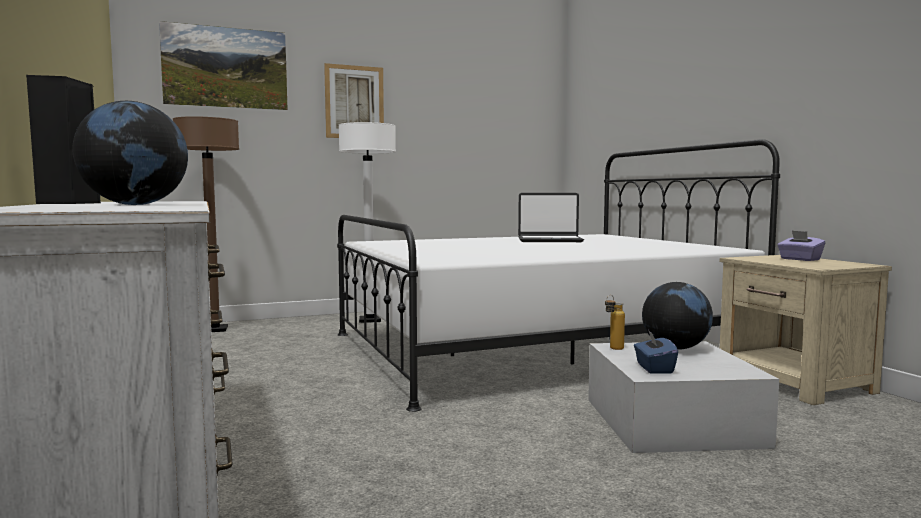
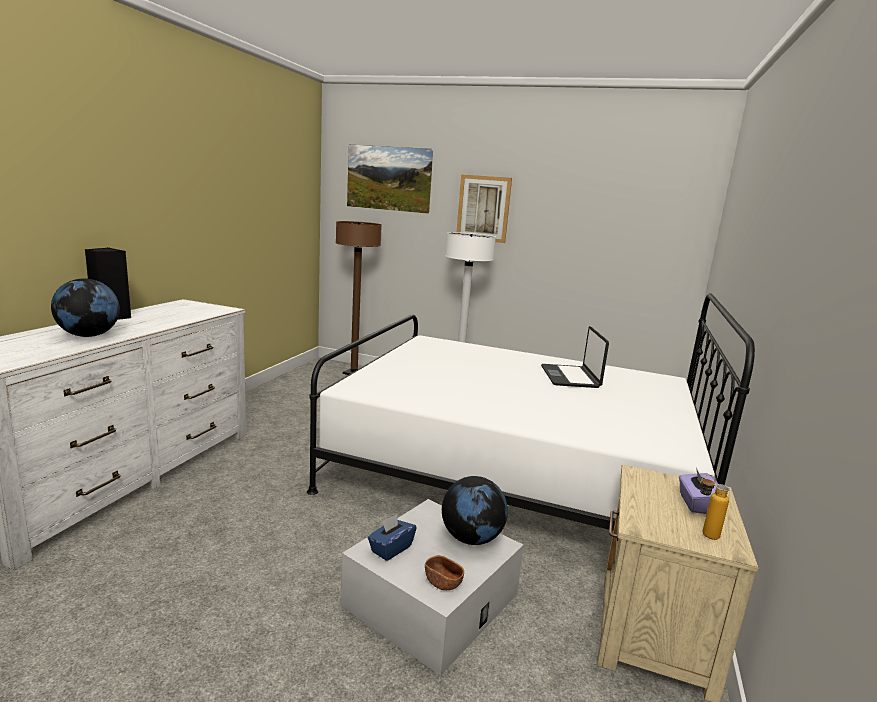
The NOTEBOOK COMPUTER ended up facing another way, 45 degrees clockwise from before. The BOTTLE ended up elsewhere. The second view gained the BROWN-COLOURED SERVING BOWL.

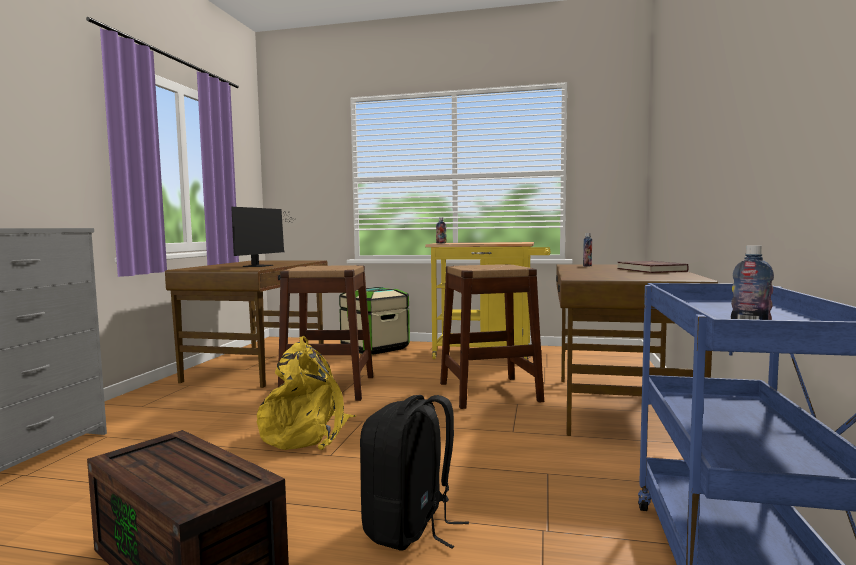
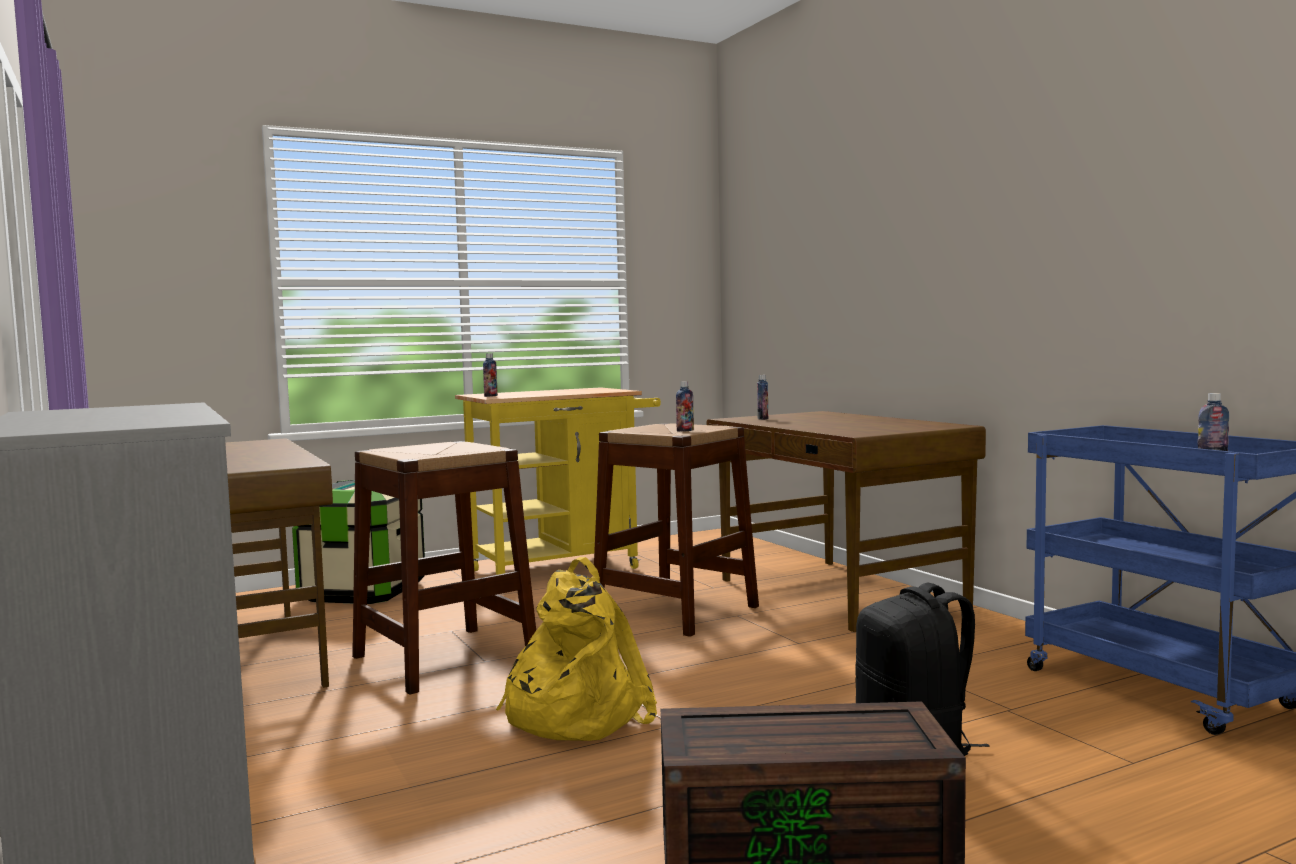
The second view lost the COMPUTER SCREEN. The second view lost the REDDISH VOLUME. The second view gained the BOTTLE (no. 2 from left).

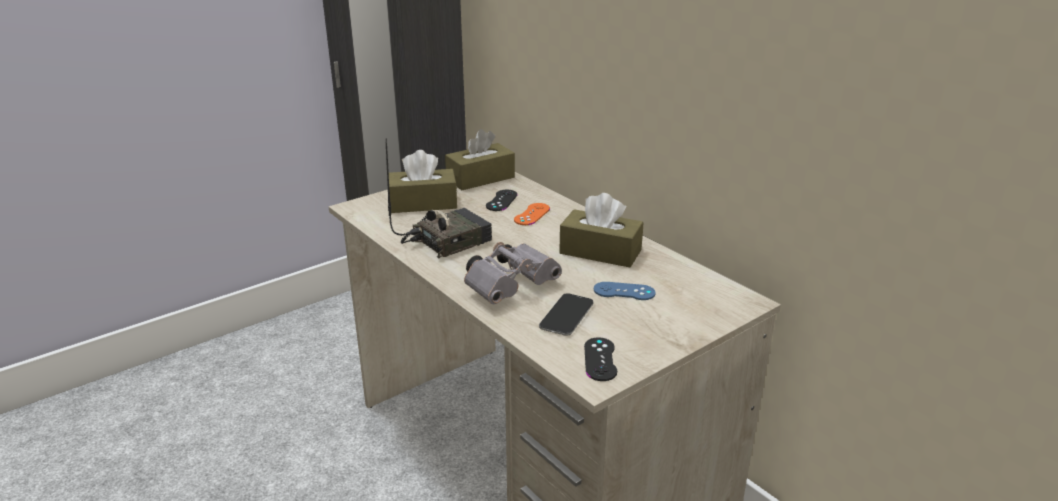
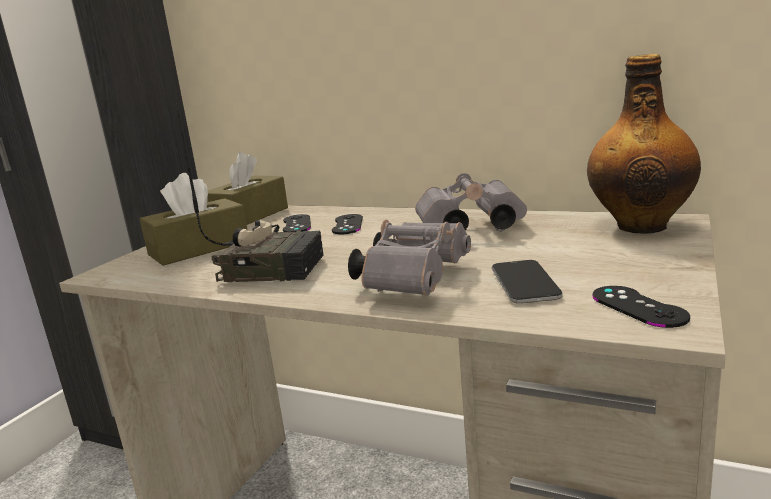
The RADIO RECEIVER ended up facing another way, 75 degrees clockwise from before. Where the BROWN-COLOURED BOX OF TISSUES (no. 3 from left) stood, the GRAY FIELD GLASSES (no. 2 from left) came to stand. What was the ORANGE-COLOURED GAMEPAD turned into the BLACKISH GAMEPAD (no. 2 from left). The second view lost the BLUE GAMEPAD. The second view gained the BOTTLE.

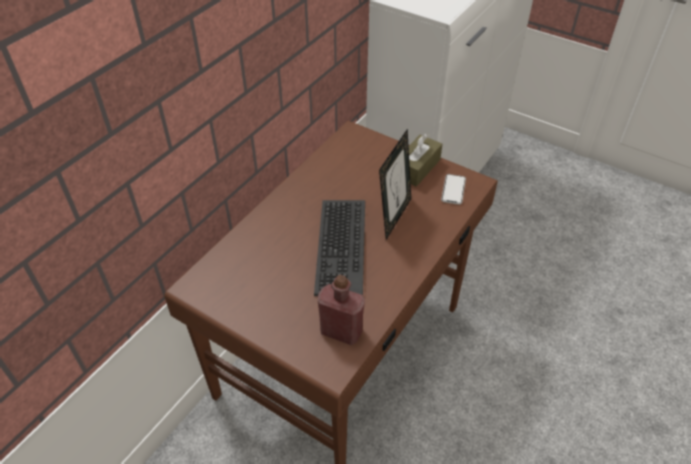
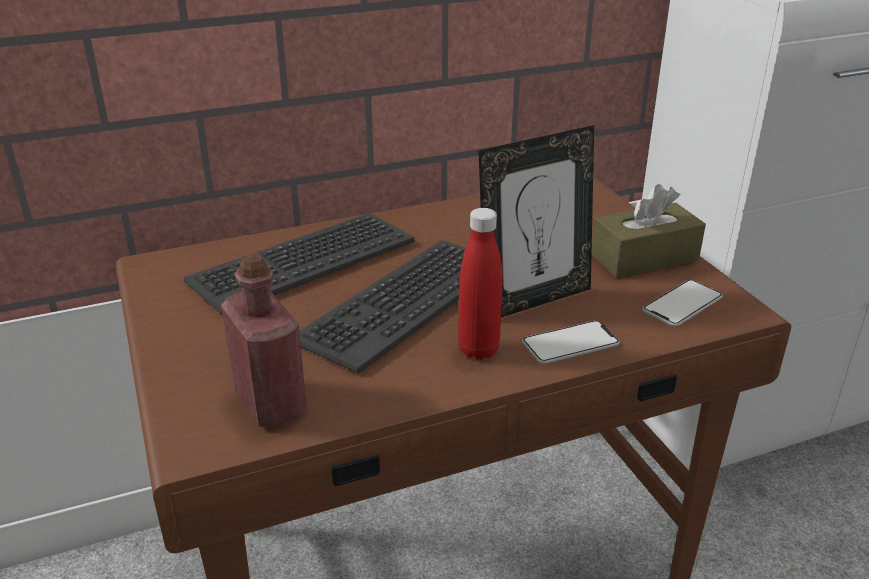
The second view gained the REDDISH BOTTLE (no. 2 from left). The second view gained the PC KEYBOARD (no. 1 from left). The second view gained the HANDSET (no. 1 from left).

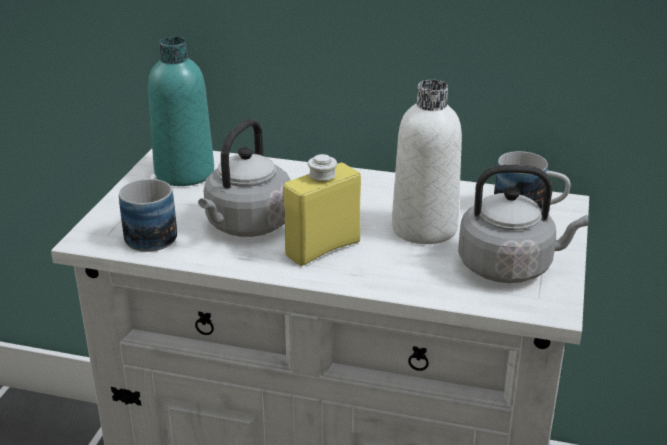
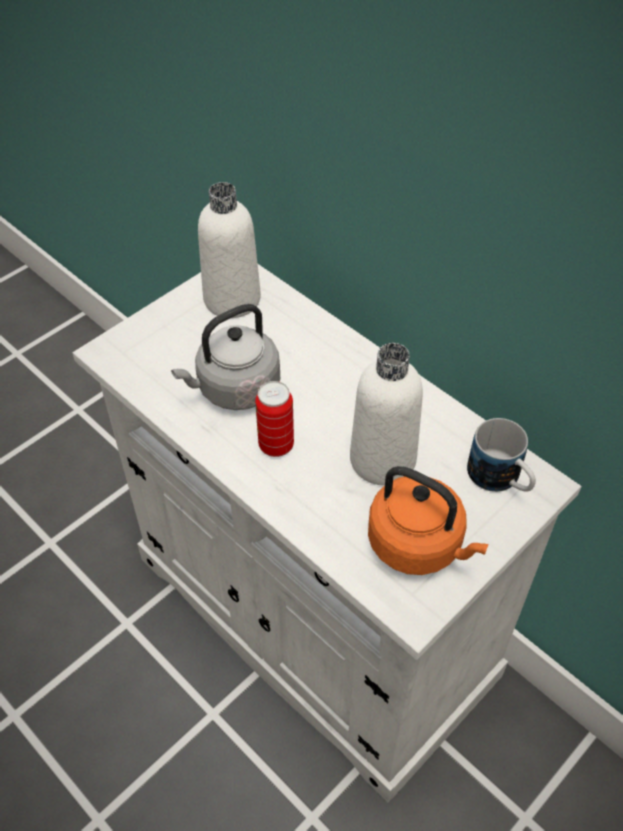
What was the TURQUOISE BOTTLE turned into the WHITE-COLOURED BOTTLE (no. 1 from left). Where the YELLOW-COLOURED BOTTLE stood, the METAL CAN came to stand. What was the GRAY WATER KETTLE (no. 2 from left) turned into the ORANGE-COLOURED WATER KETTLE. The second view lost the MUG (no. 1 from left).

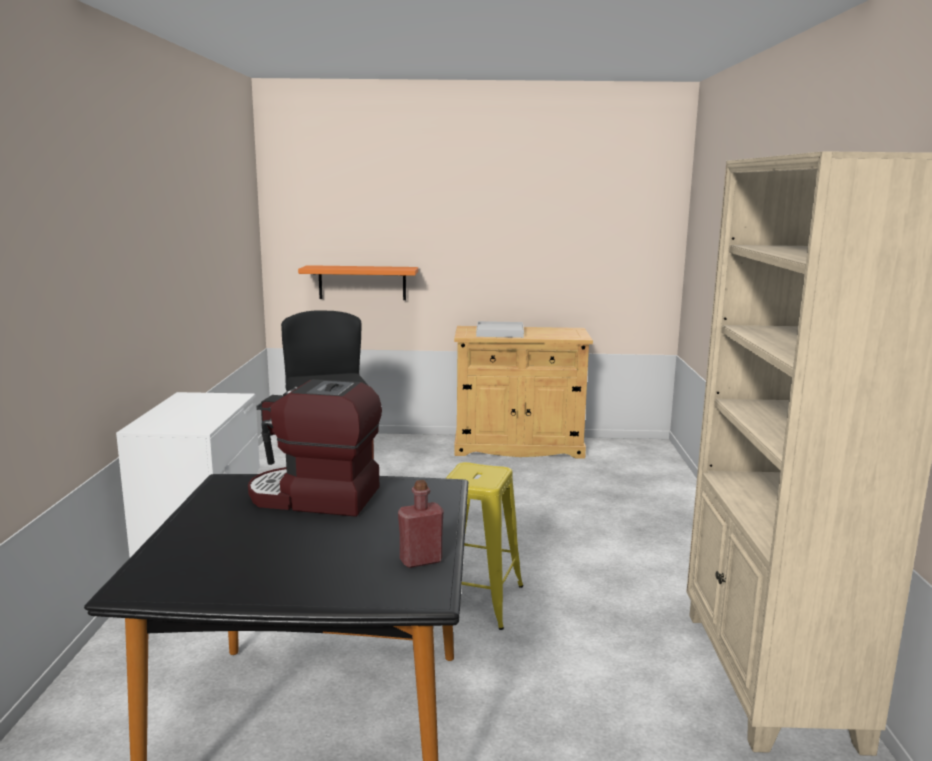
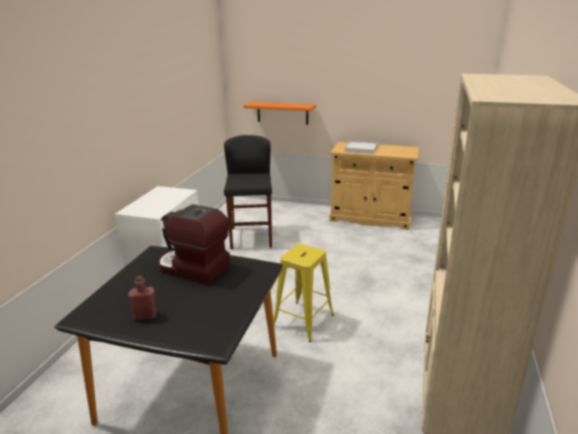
The REDDISH BOTTLE ended up elsewhere.

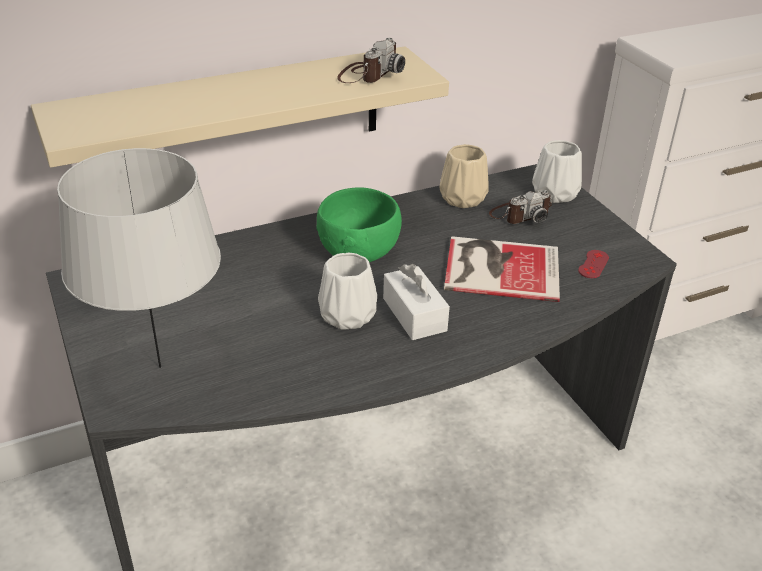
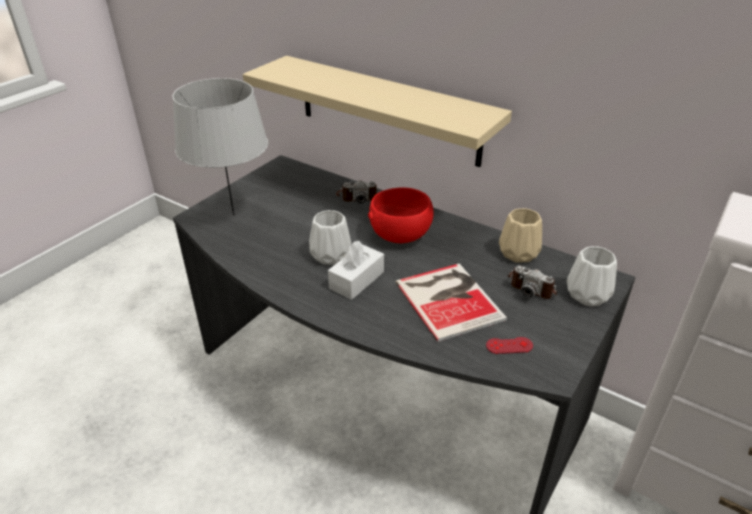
The PHOTO CAMERA (no. 1 from left) ended up elsewhere. What was the GREEN-COLOURED SERVING BOWL turned into the REDDISH SERVING BOWL.

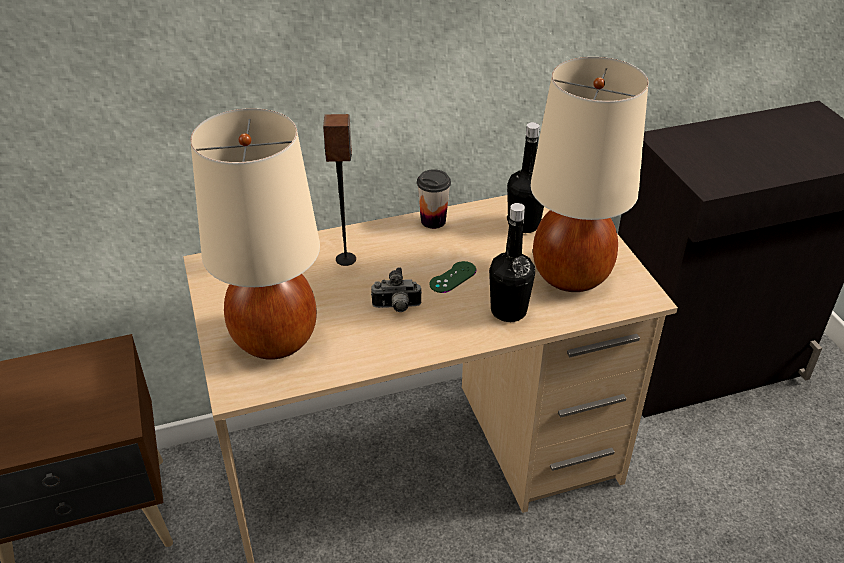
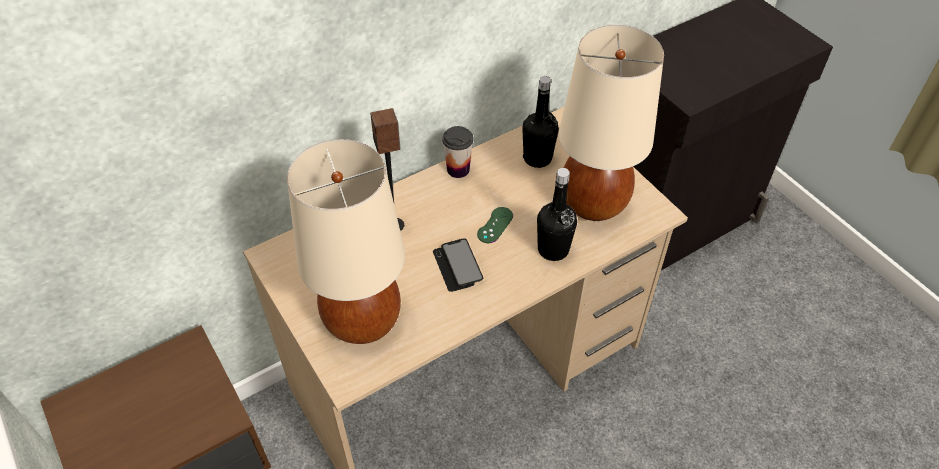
Where the PHOTO CAMERA stood, the HANDSET came to stand.

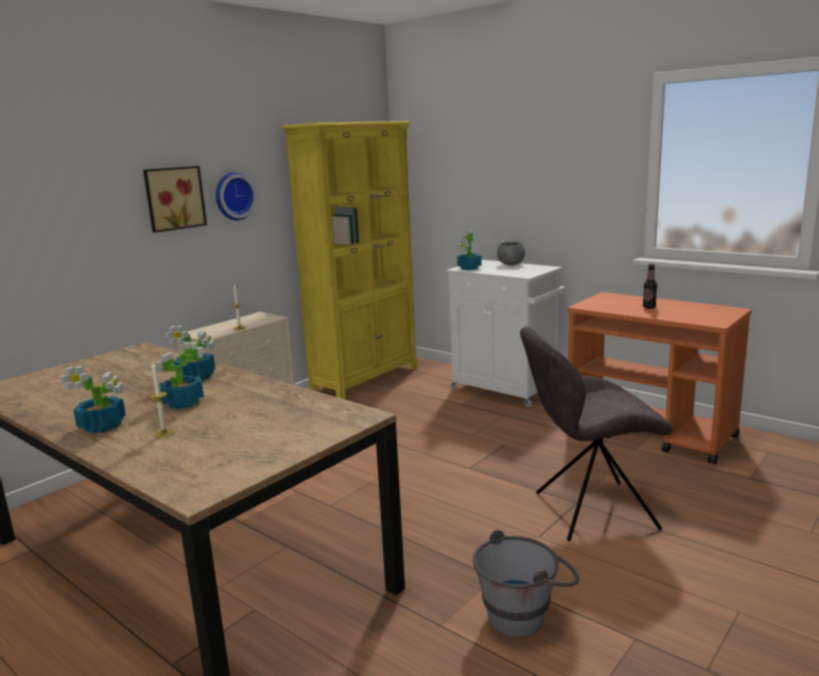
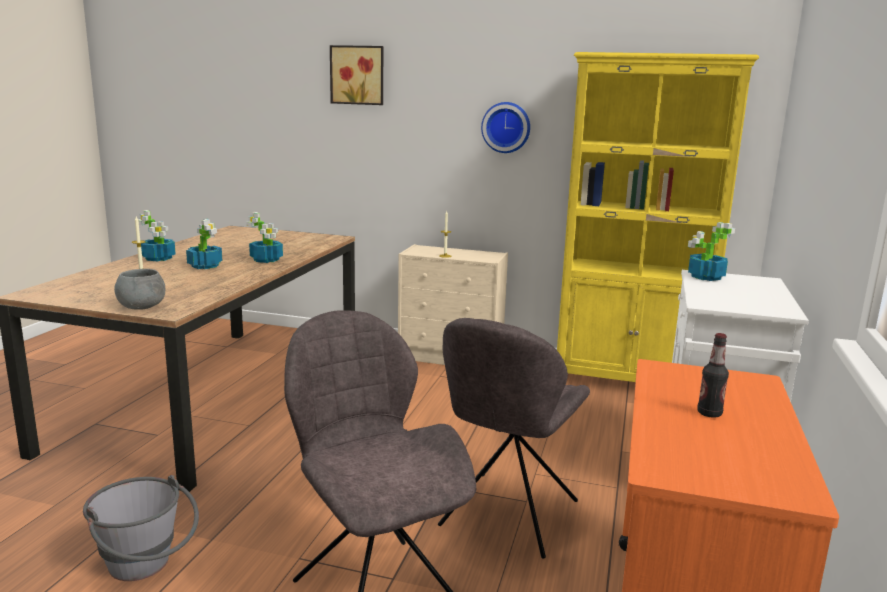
The WALL ART ended up elsewhere. The GRAY SERVING BOWL ended up elsewhere. The second view gained the GRAY UPRIGHT CHAIR (no. 2 from left).

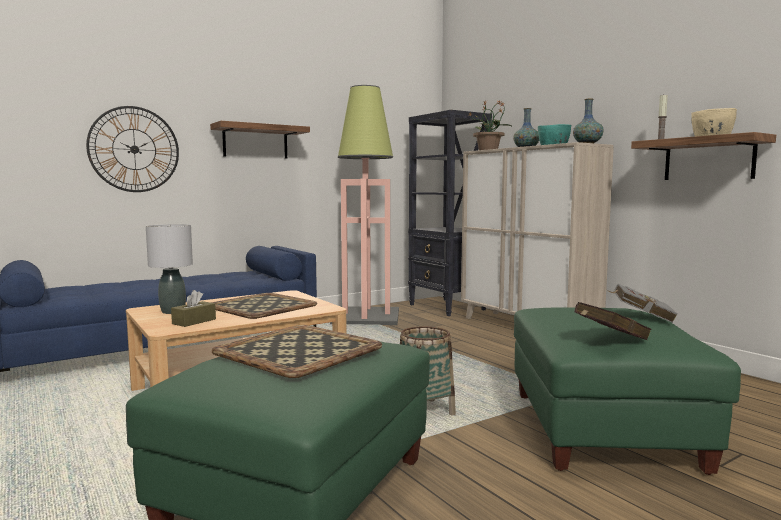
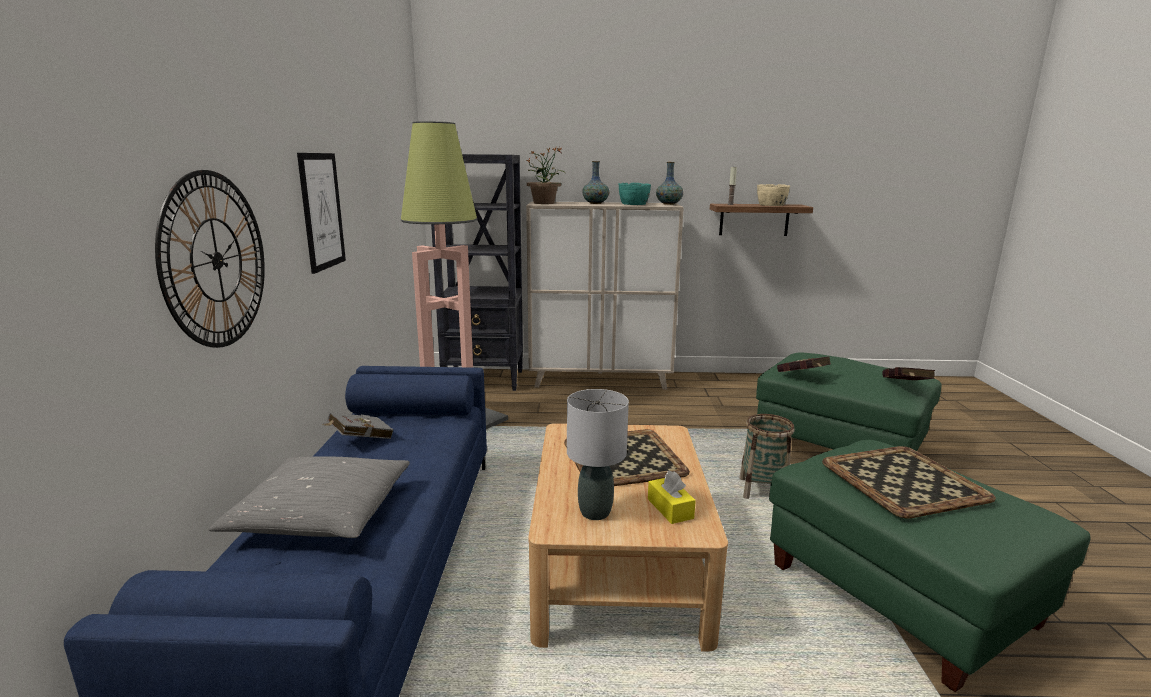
Where the SHELF (no. 1 from left) hung, the WALL ART came to hang. The GRAY VOLUME ended up elsewhere. What was the BROWN-COLOURED BOX OF TISSUES turned into the YELLOW-COLOURED BOX OF TISSUES. The second view gained the REDDISH VOLUME (no. 1 from left). The second view gained the GRAY PILLOW.

